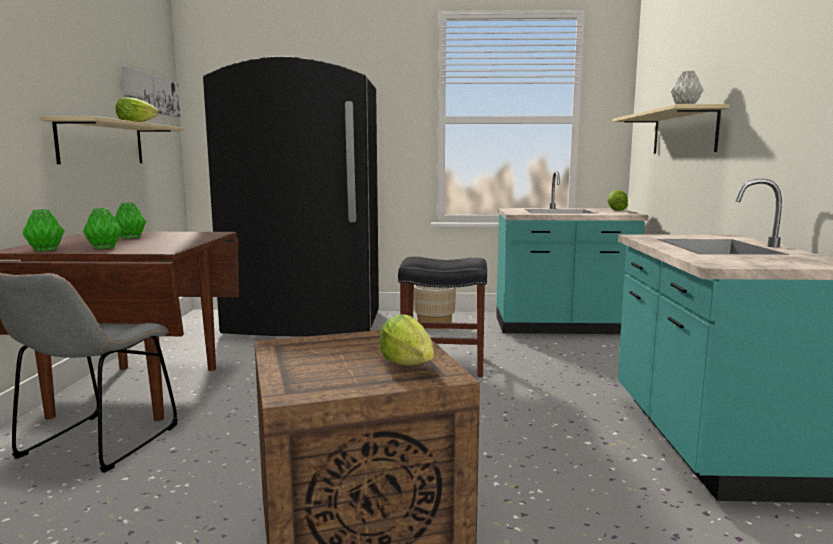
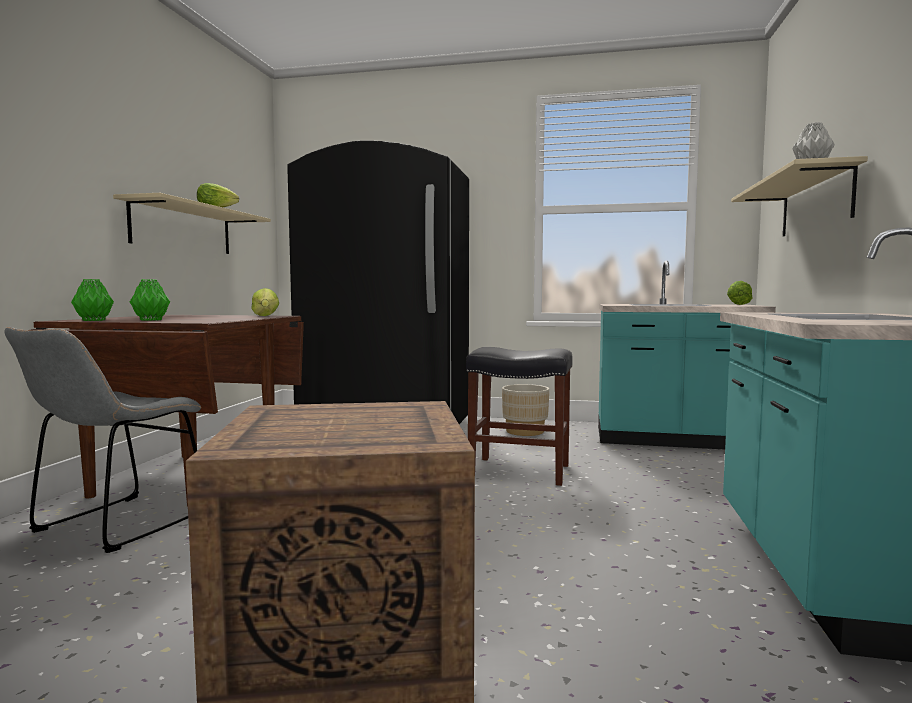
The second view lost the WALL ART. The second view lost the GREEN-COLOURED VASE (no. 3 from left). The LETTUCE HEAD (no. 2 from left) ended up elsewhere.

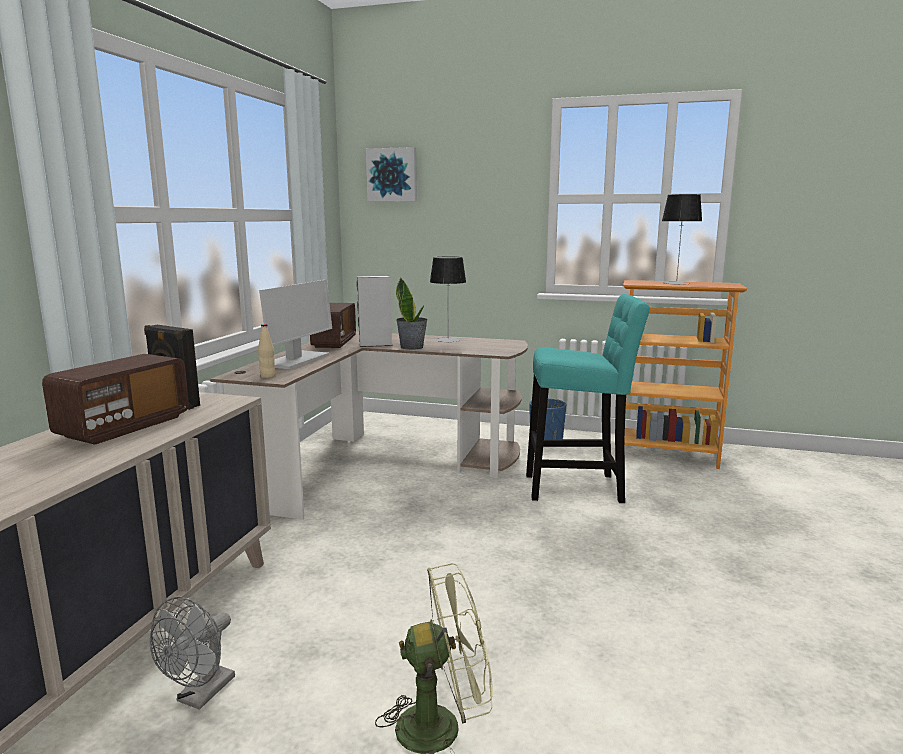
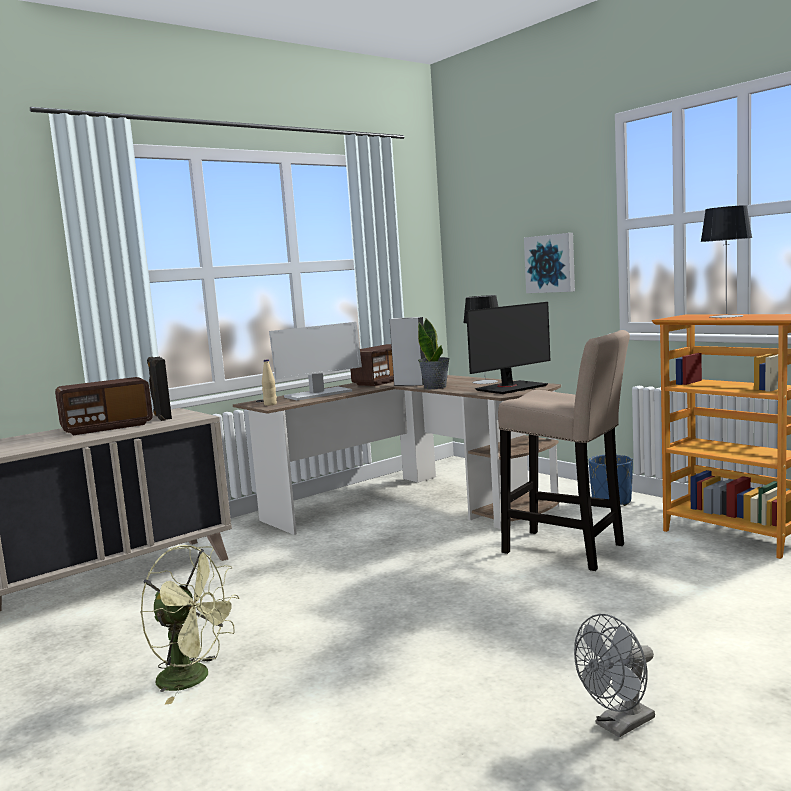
The WALL ART ended up elsewhere. What was the TURQUOISE STOOL turned into the BEIGE STOOL. The GRAY FAN ended up elsewhere. The second view gained the COMPUTER SCREEN (no. 2 from left).

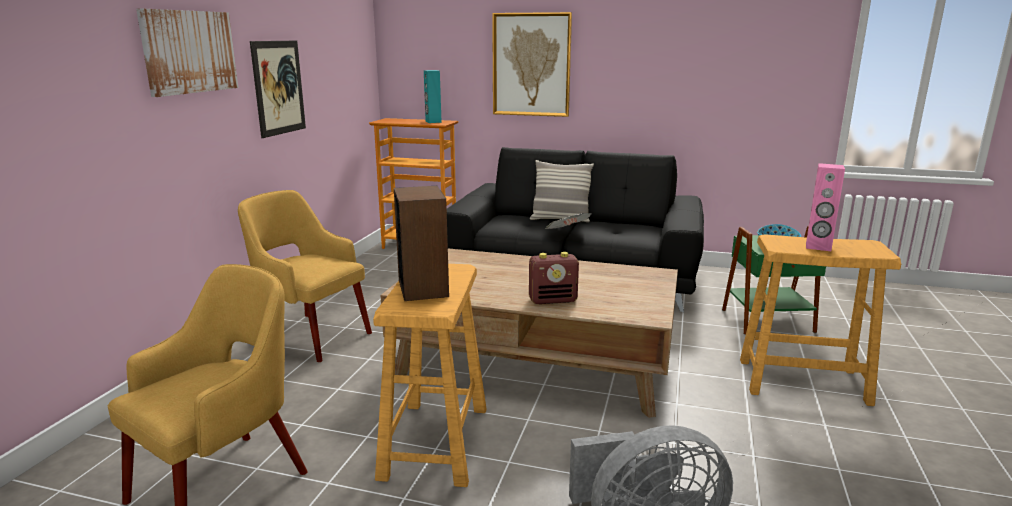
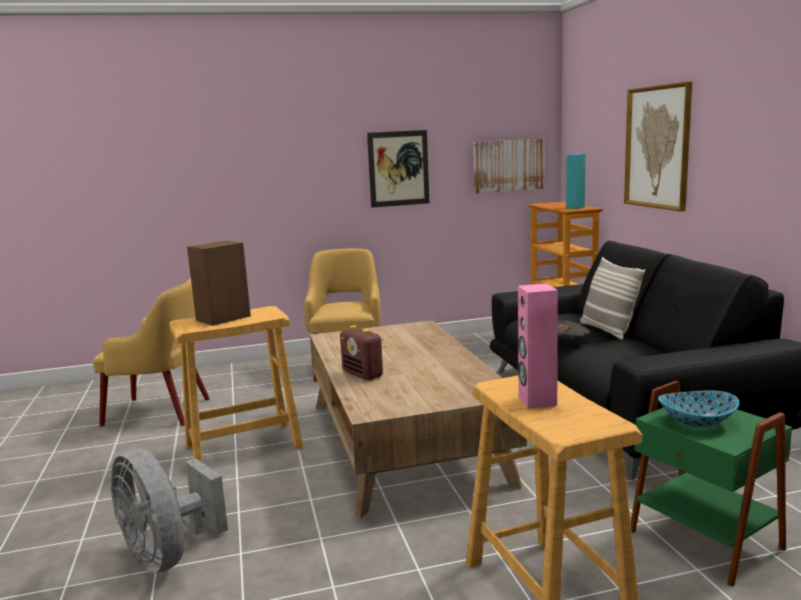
The WALL ART (no. 1 from left in the first image) ended up elsewhere.

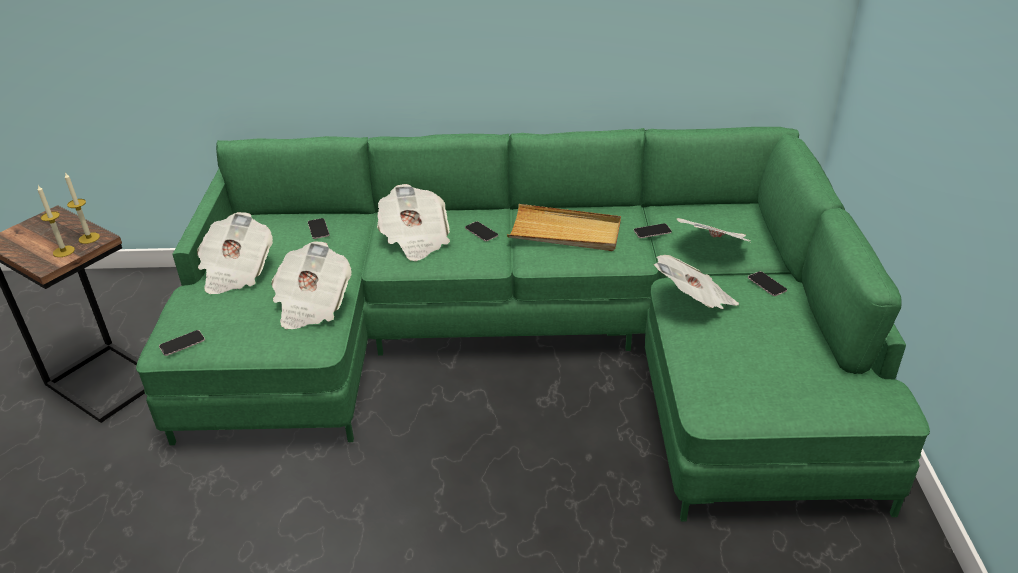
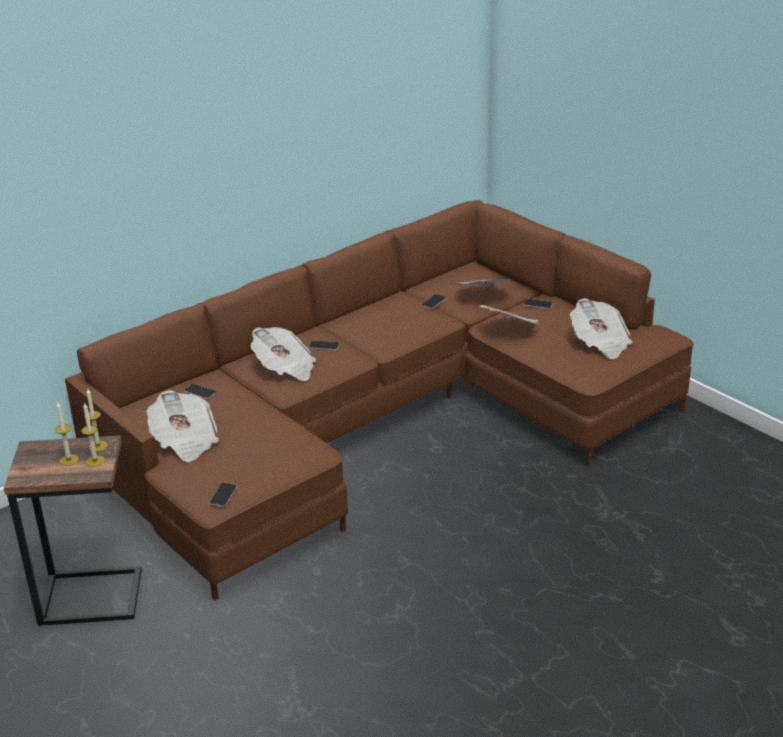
What was the GREEN-COLOURED SETTEE turned into the BROWN-COLOURED SETTEE. The second view lost the BEIGE CARRYING TRAY. The PRINTED PAPER (no. 2 from left in the first image) ended up elsewhere. The second view gained the WAX LIGHT (no. 1 from left).

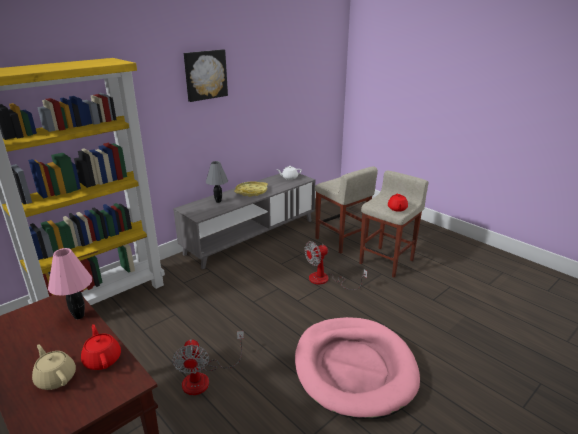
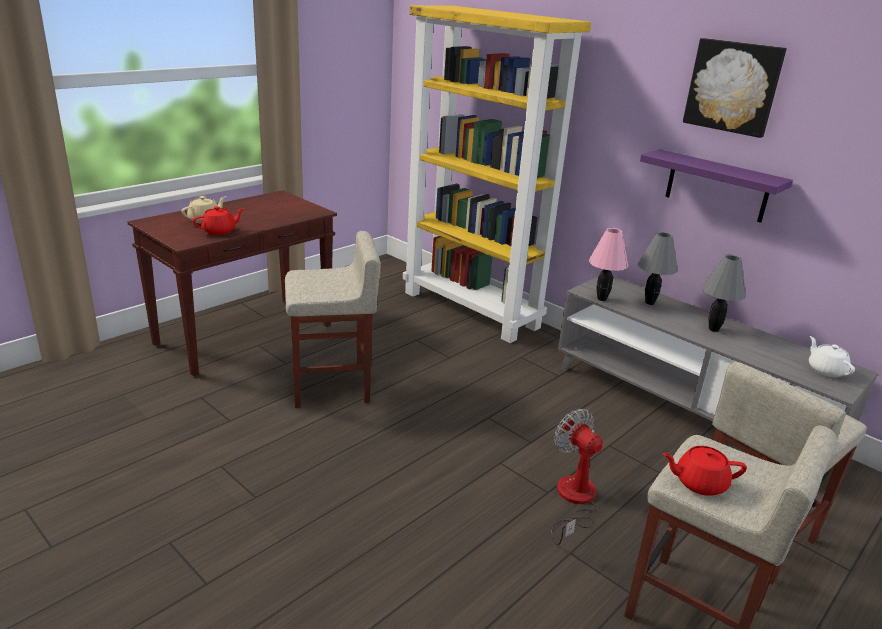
Where the YELLOW-COLOURED CARRYING TRAY stood, the GRAY TABLE LAMP (no. 2 from left) came to stand. The PINK TABLE LAMP ended up elsewhere. The second view lost the PINK PET BED. Where the FAN (no. 1 from left) stood, the BEIGE STOOL (no. 1 from left) came to stand. The second view gained the PURPLE-COLOURED SHELF.

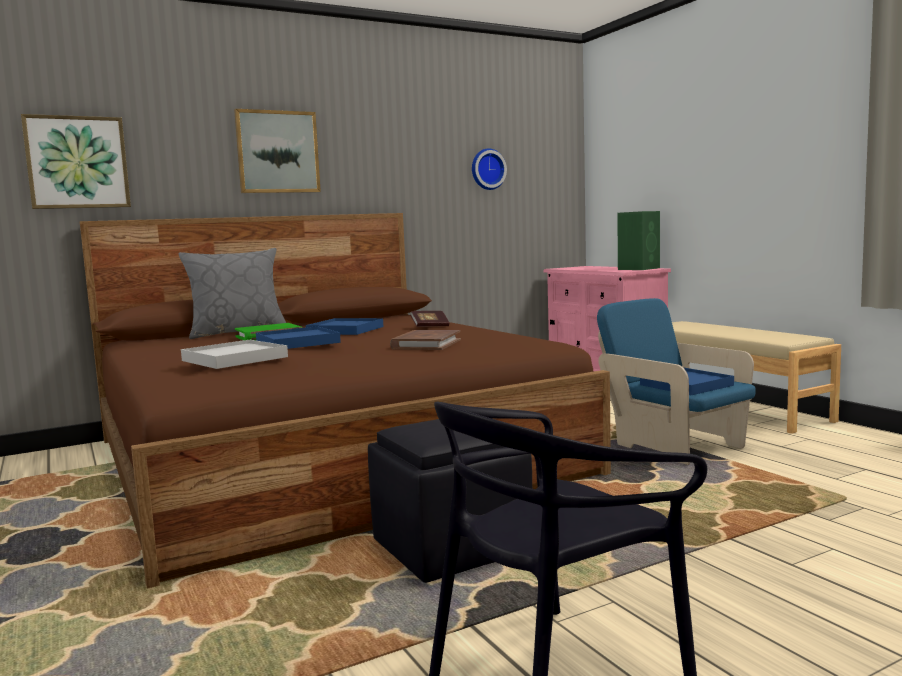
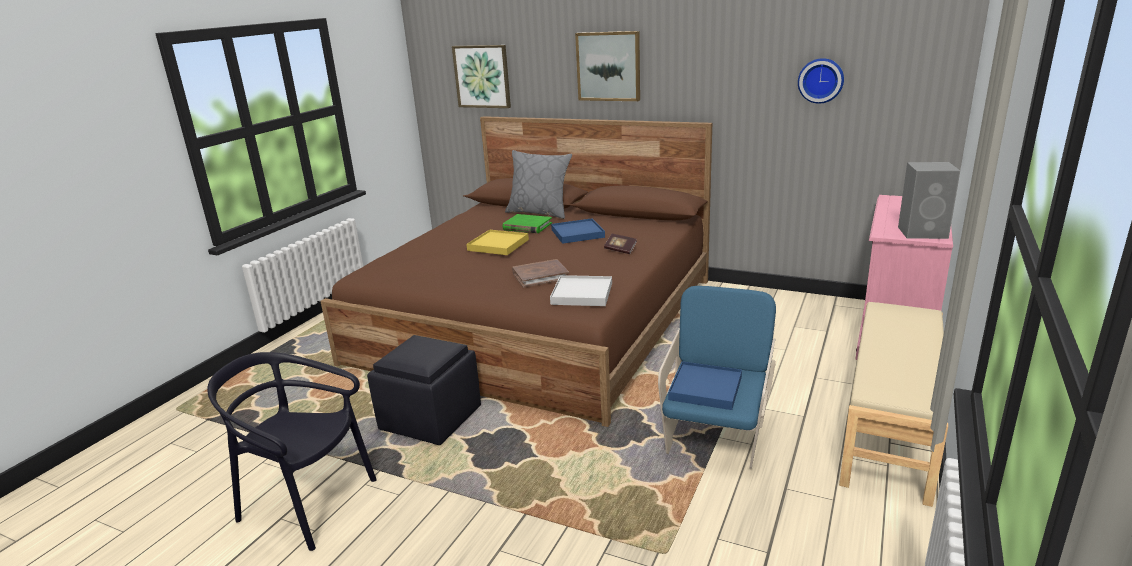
What was the GREEN-COLOURED AUDIO SPEAKER turned into the GRAY AUDIO SPEAKER. What was the BLUE CARRYING TRAY (no. 1 from left) turned into the YELLOW-COLOURED CARRYING TRAY. The WHITE-COLOURED CARRYING TRAY ended up elsewhere.

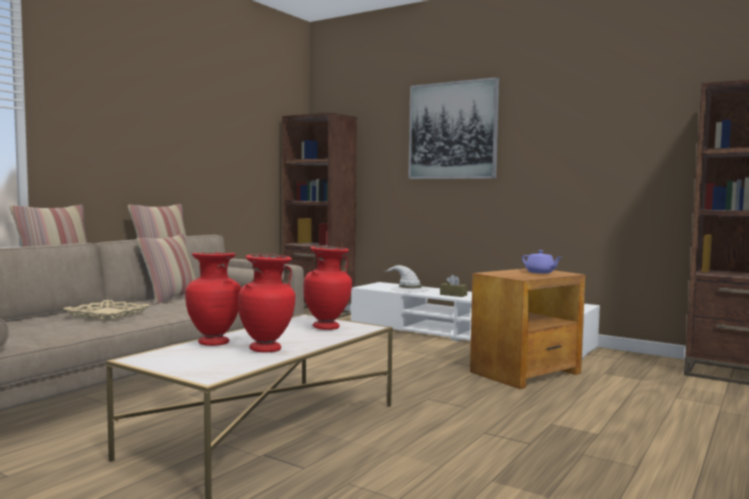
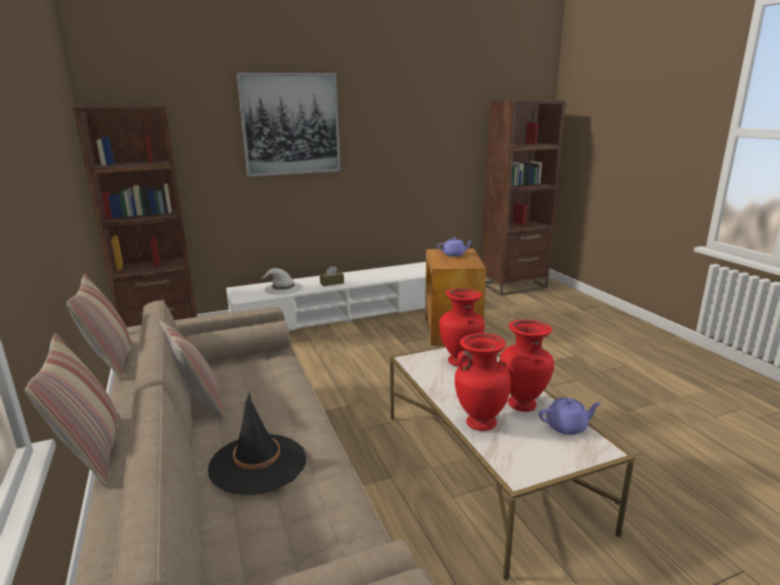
Where the BEIGE CARRYING TRAY stood, the BLACKISH CLOTHING HAT came to stand. The second view gained the PURPLE-COLOURED POT FOR TEA (no. 2 from left).

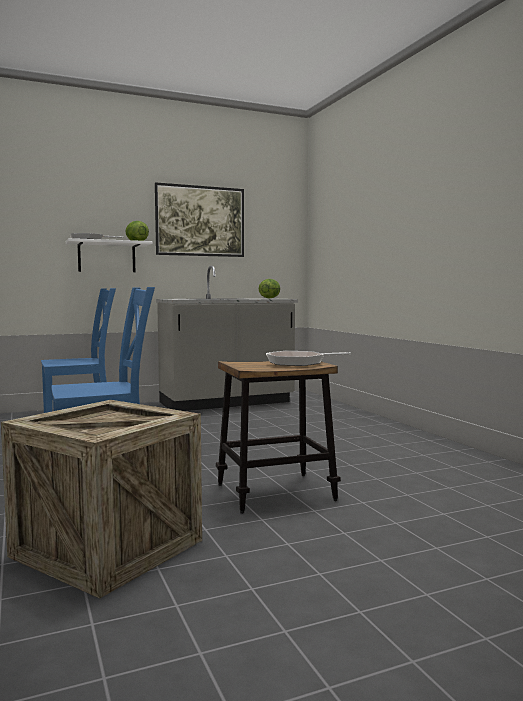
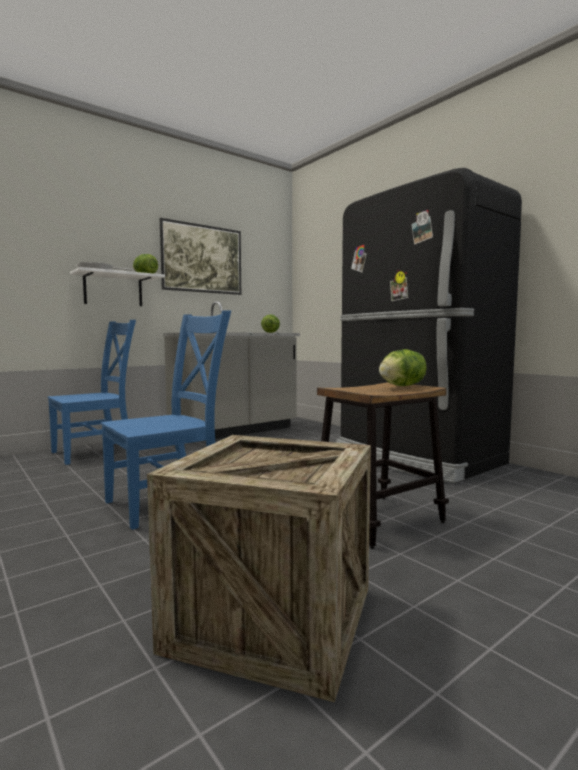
Where the SKILLET (no. 2 from left) stood, the LETTUCE HEAD (no. 3 from left) came to stand. The second view gained the BLACKISH KITCHEN FRIDGE.

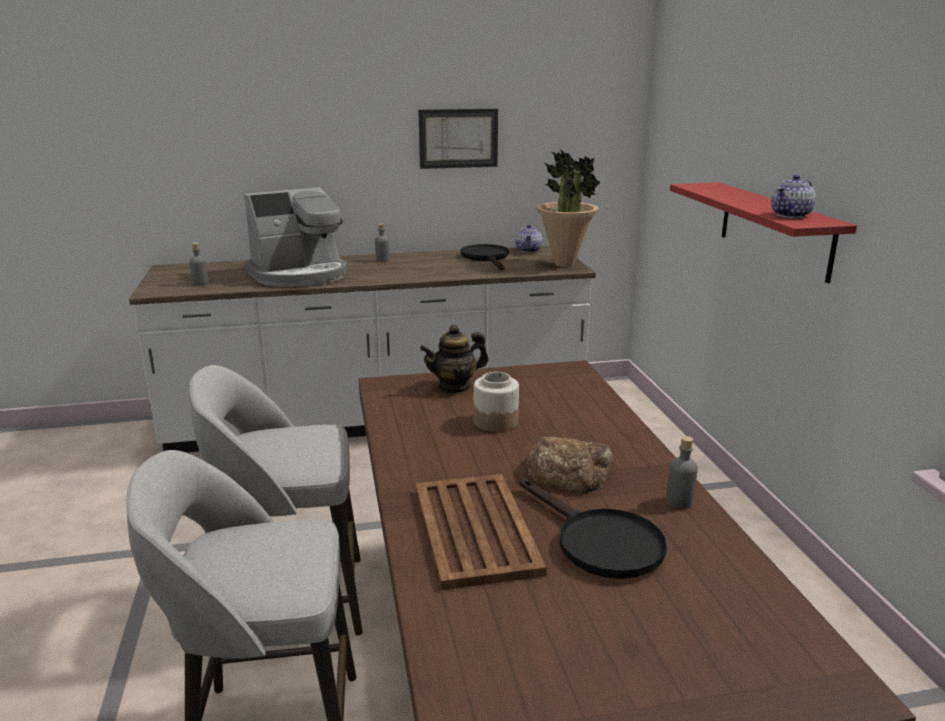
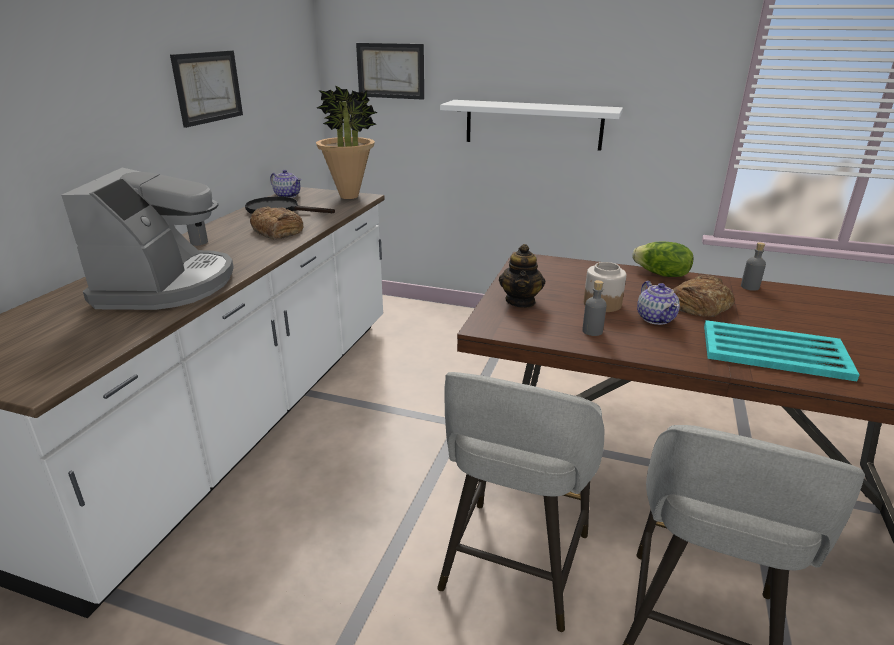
The POT FOR TEA (no. 3 from left) ended up elsewhere. What was the REDDISH SHELF turned into the WHITE-COLOURED SHELF. The GRAY BOTTLE (no. 1 from left in the first image) ended up elsewhere. What was the BROWN-COLOURED CARRYING TRAY turned into the TURQUOISE CARRYING TRAY. The second view lost the BLACKISH SKILLET (no. 2 from left). The second view gained the WALL ART (no. 2 from left). The second view gained the BAKED BREAD (no. 1 from left). The second view gained the LETTUCE HEAD.

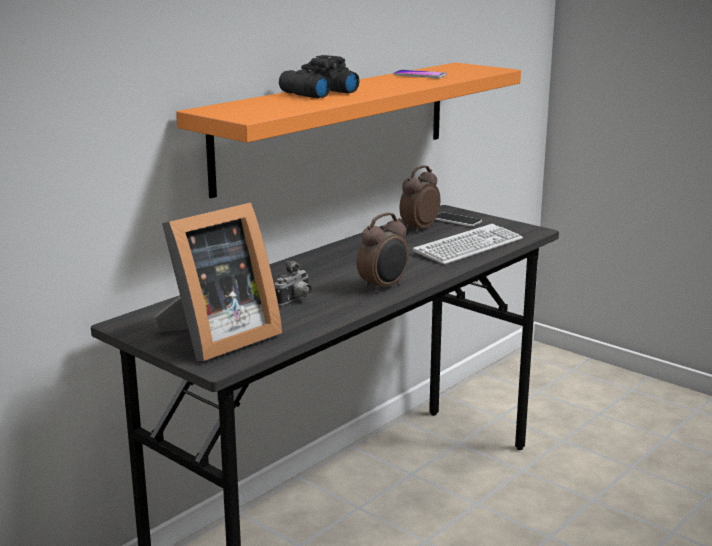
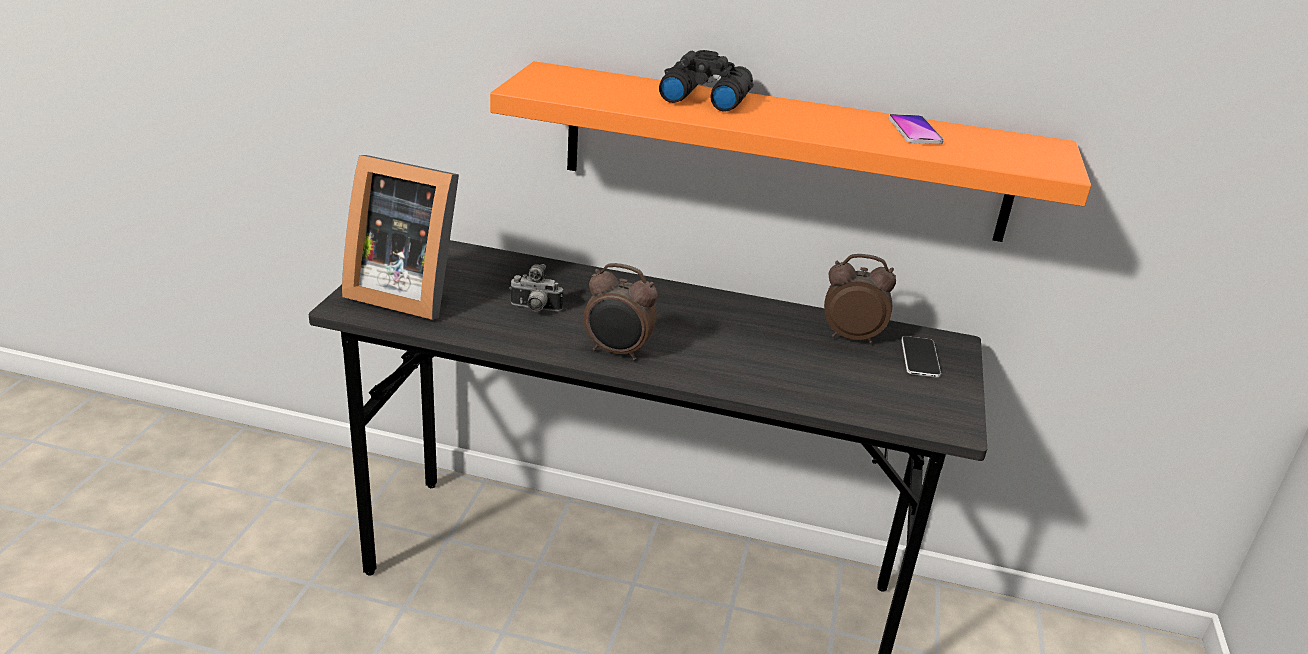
The second view lost the PC KEYBOARD.

